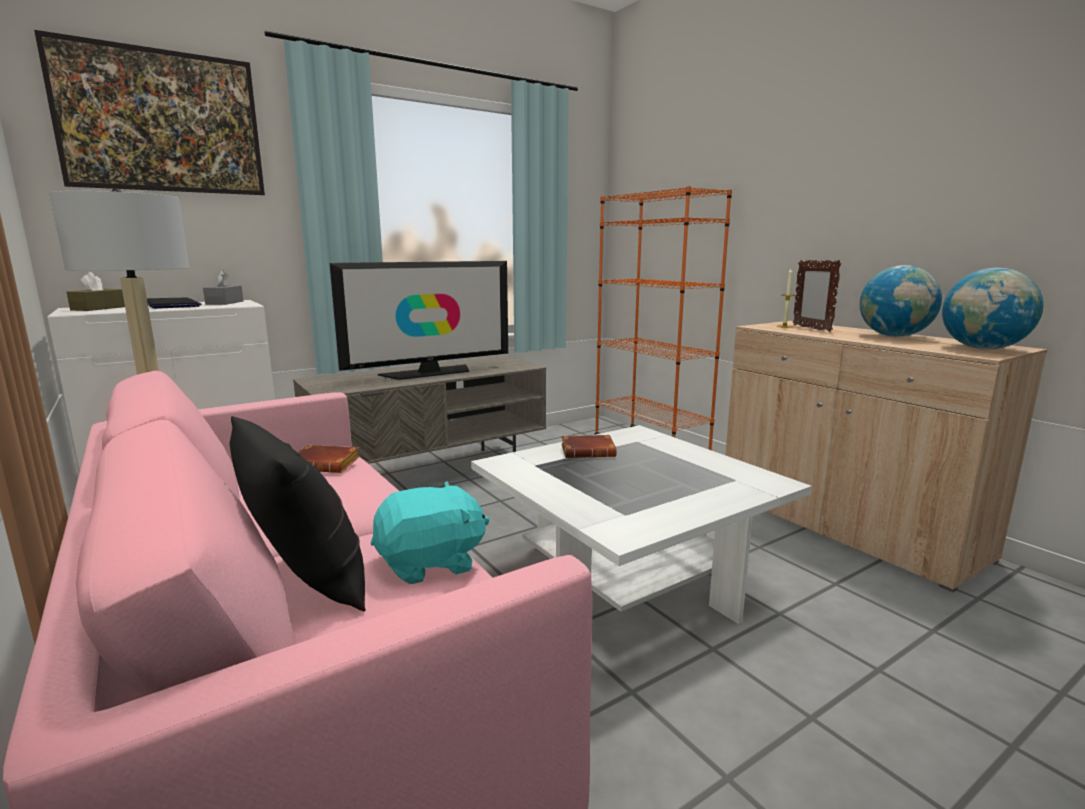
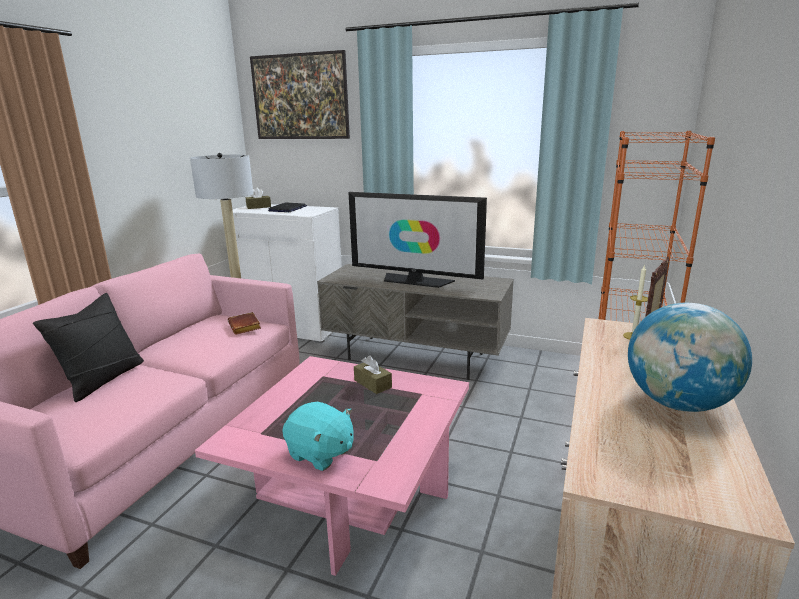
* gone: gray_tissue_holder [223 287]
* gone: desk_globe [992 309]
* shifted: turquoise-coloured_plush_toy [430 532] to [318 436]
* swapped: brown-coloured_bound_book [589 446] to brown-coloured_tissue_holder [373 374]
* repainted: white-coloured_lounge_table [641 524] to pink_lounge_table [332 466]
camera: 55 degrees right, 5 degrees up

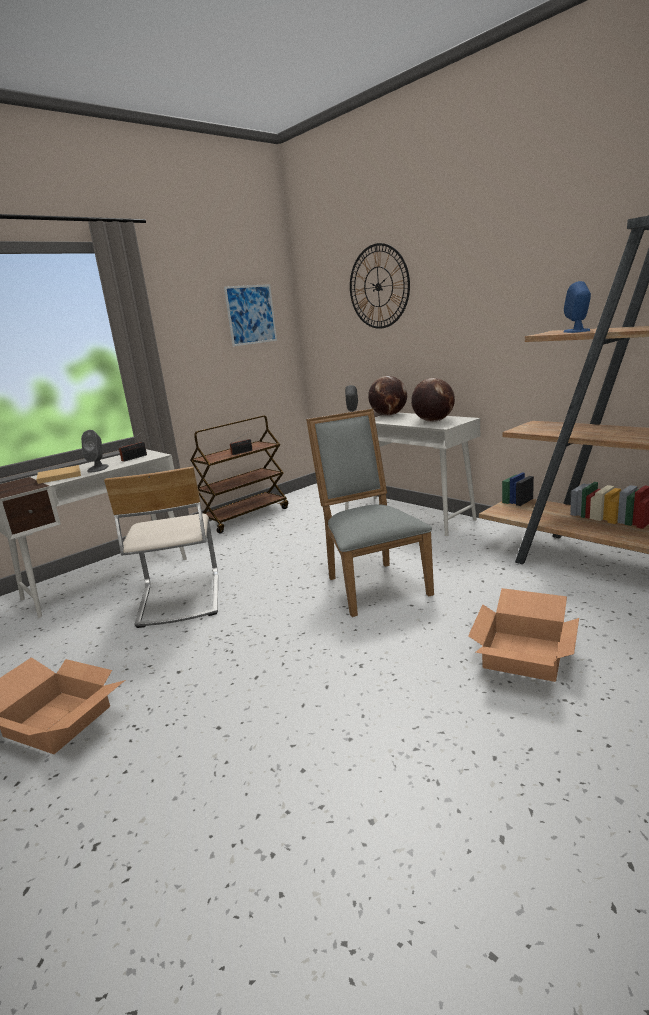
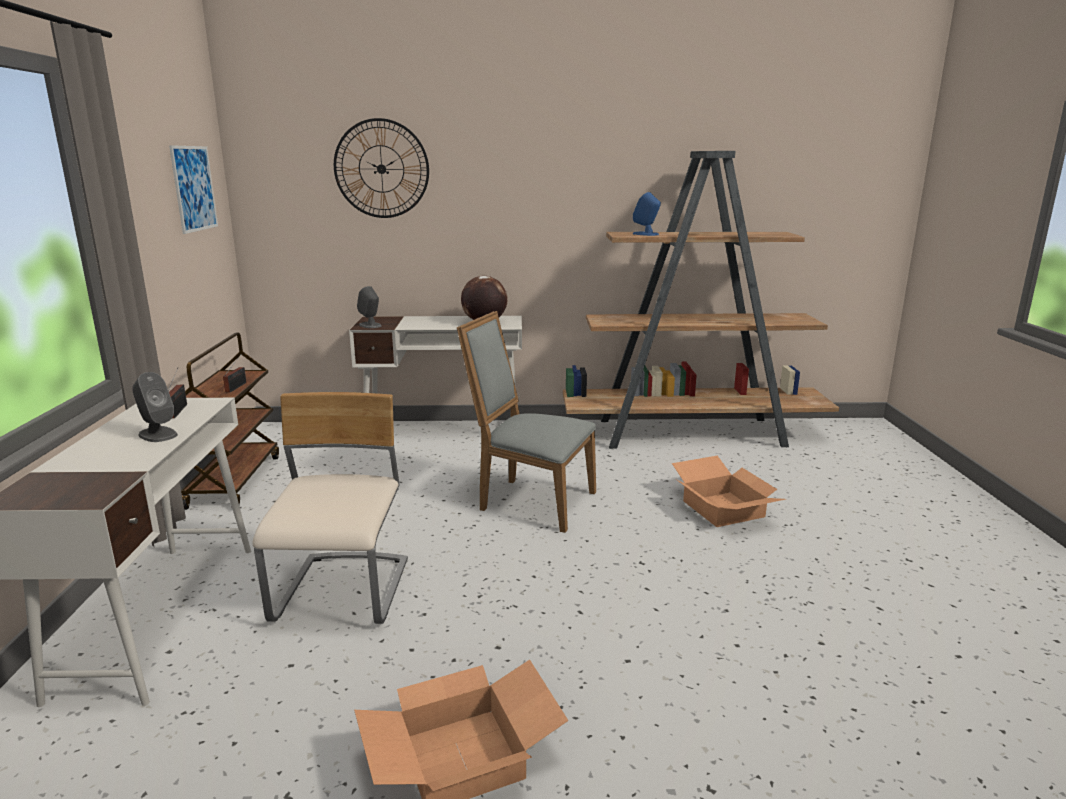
* gone: beige-coloured_bound_book [58 474]
* gone: desk_globe [387 396]
* rotated: beige-coloured_chair [161 547] = [330 508] 120 degrees counterclockwise
camera: 50 degrees left, 0 degrees up

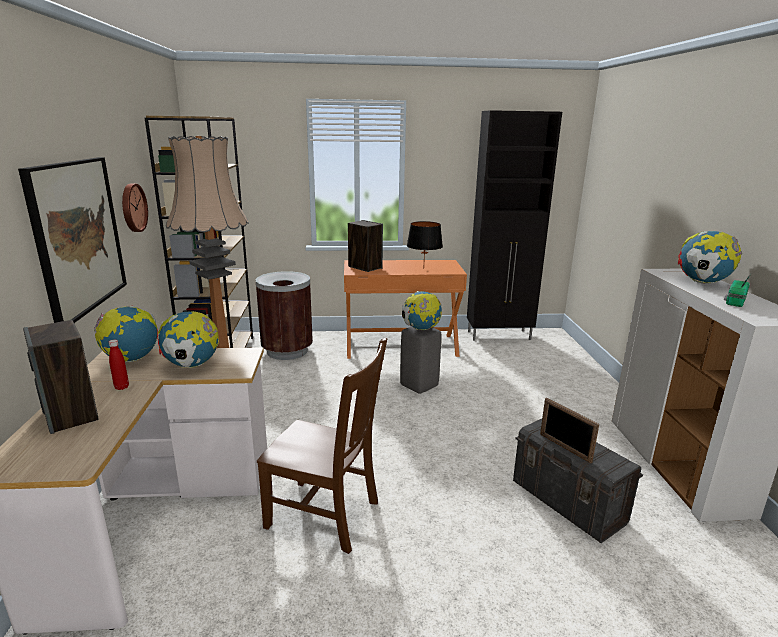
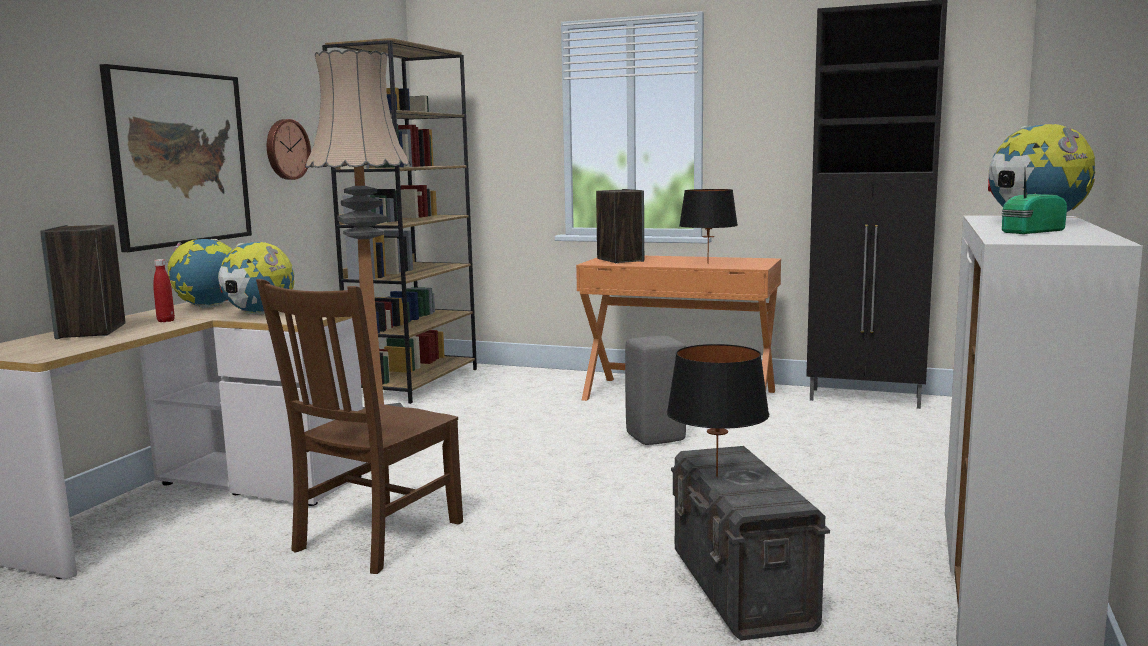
* gone: brown-coloured_waste_bin [284 315]
* gone: desk_globe [422 310]
* swapped: picture_frame [569 430] to blackish_lamp_for_a_table [718 410]
* rotated: brown-coloured_chair [322 446] = [359 426] 75 degrees clockwise
camera: 25 degrees right, 10 degrees down

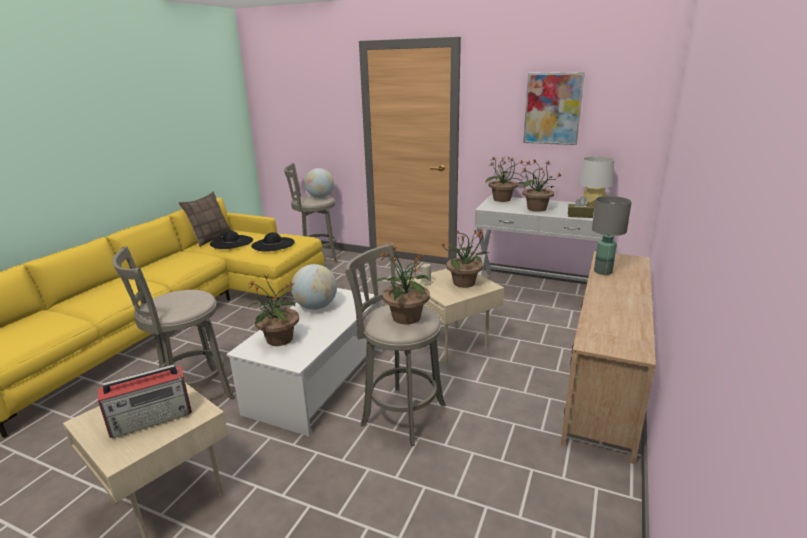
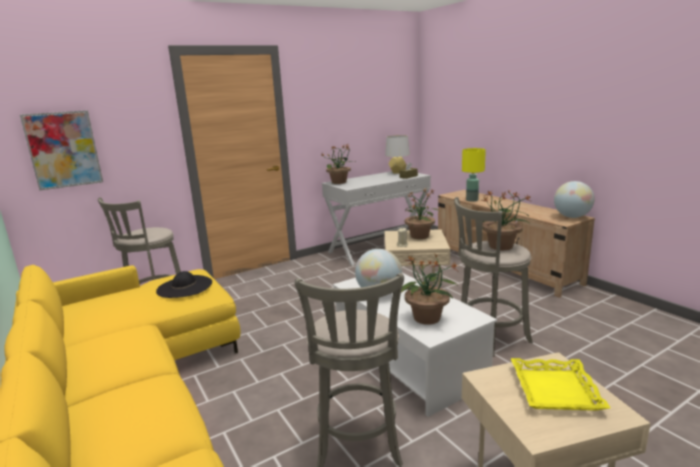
* gone: throw_pillow [205 219]
* gone: blackish_clothing_hat [231 240]
* gone: plant_in_a_pot [538 185]
* shifted: desk_globe [319 183] to [574 199]
* shifted: wall_art [554 108] to [61 150]
* swapped: radio_receiver [145 401] to yellowish_serving_tray [560 384]
* repainted: gray_lamp_for_a_table [612 235] to yellowish_lamp_for_a_table [474 175]
camera: 55 degrees left, 5 degrees down

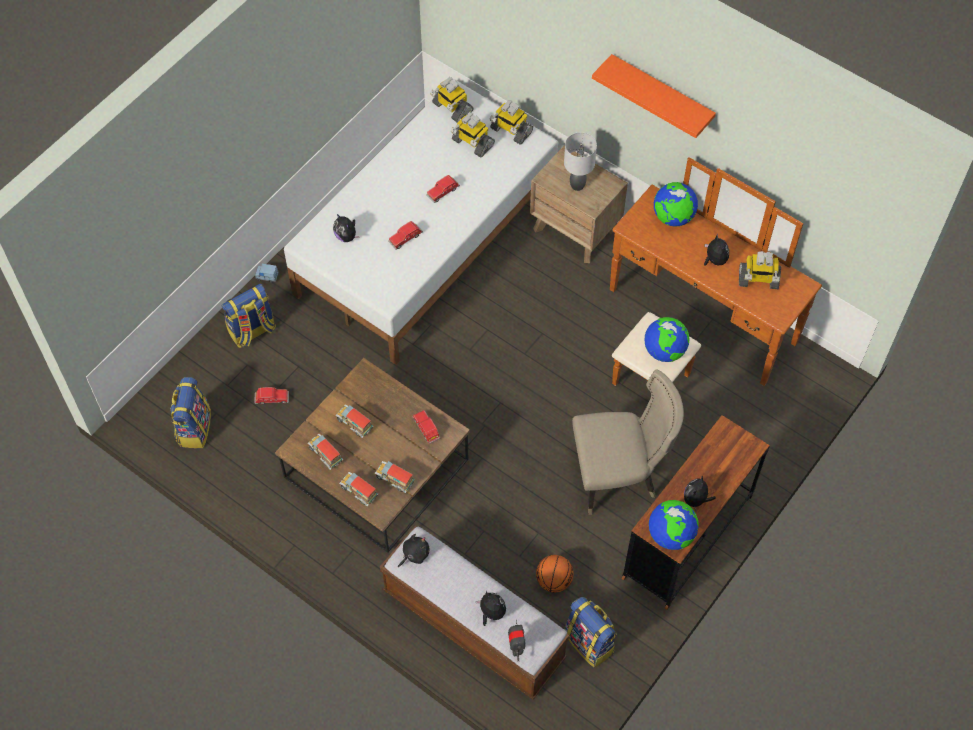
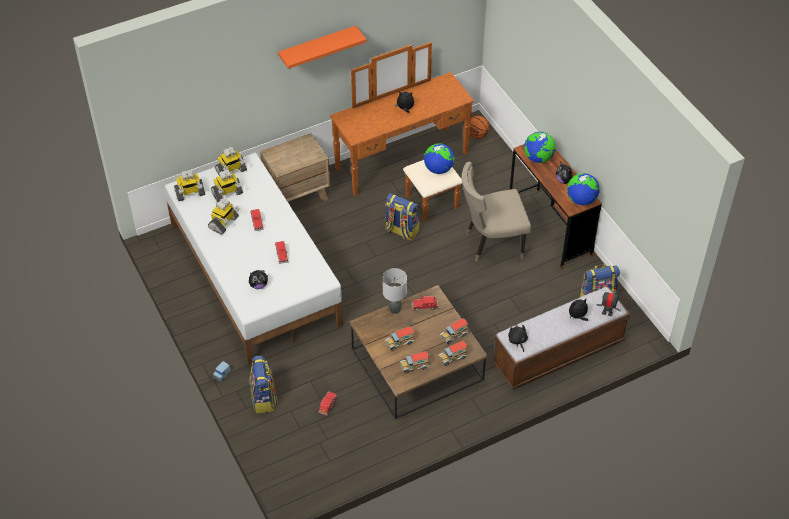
* shifted: knapsack [191 412] to [402 217]
* shifted: ball_for_basketball [555 574] to [479 127]
* shifted: gray_lamp_for_a_table [580 161] to [395 291]
* shifted: desk_globe [676 204] to [540 147]
* shifted: robot_figure [760 270] to [223 216]
* rotated: beige-coloured_chair [628 442] = [496 212] 120 degrees counterclockwise
camera: 65 degrees left, 10 degrees down

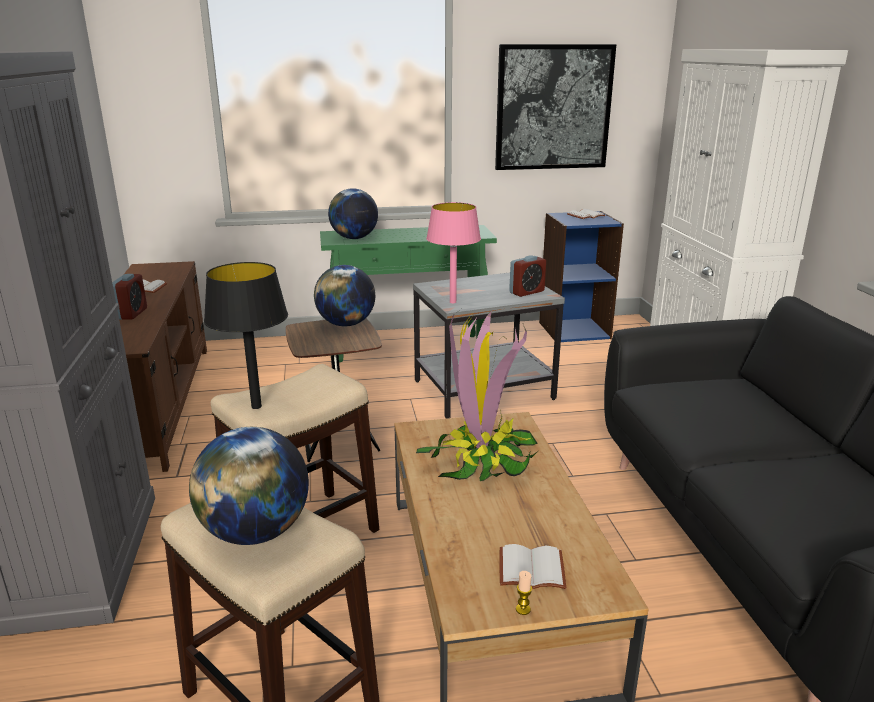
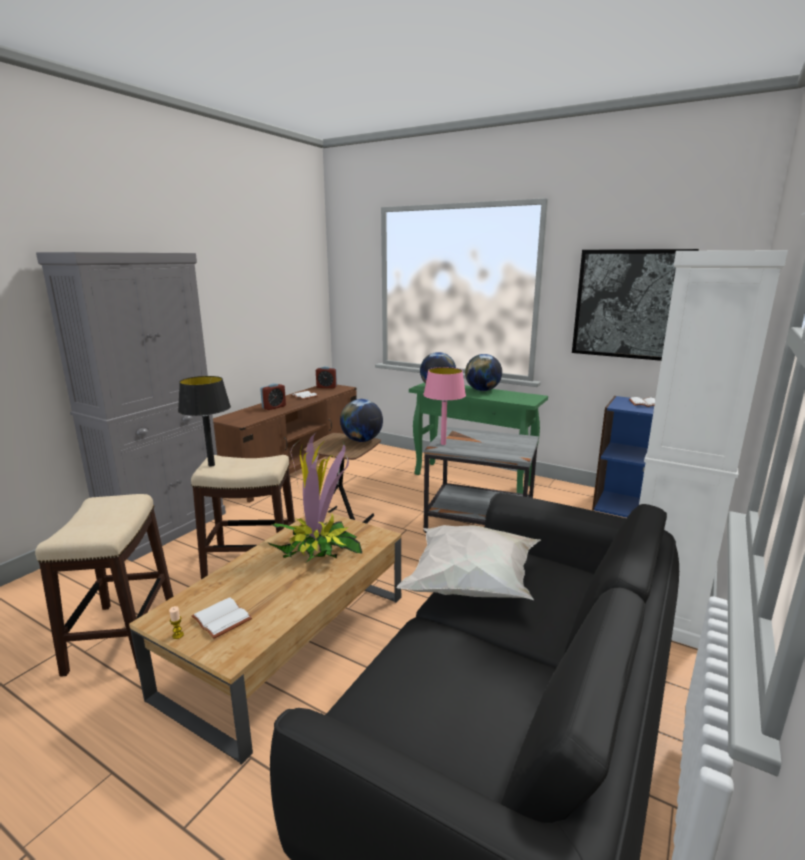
* new: white-coloured_throw_pillow [468 562]
* shifted: desk_globe [249 486] to [483 372]
* shifted: alarm_clock [527 276] to [326 377]
camera: 40 degrees right, 5 degrees down

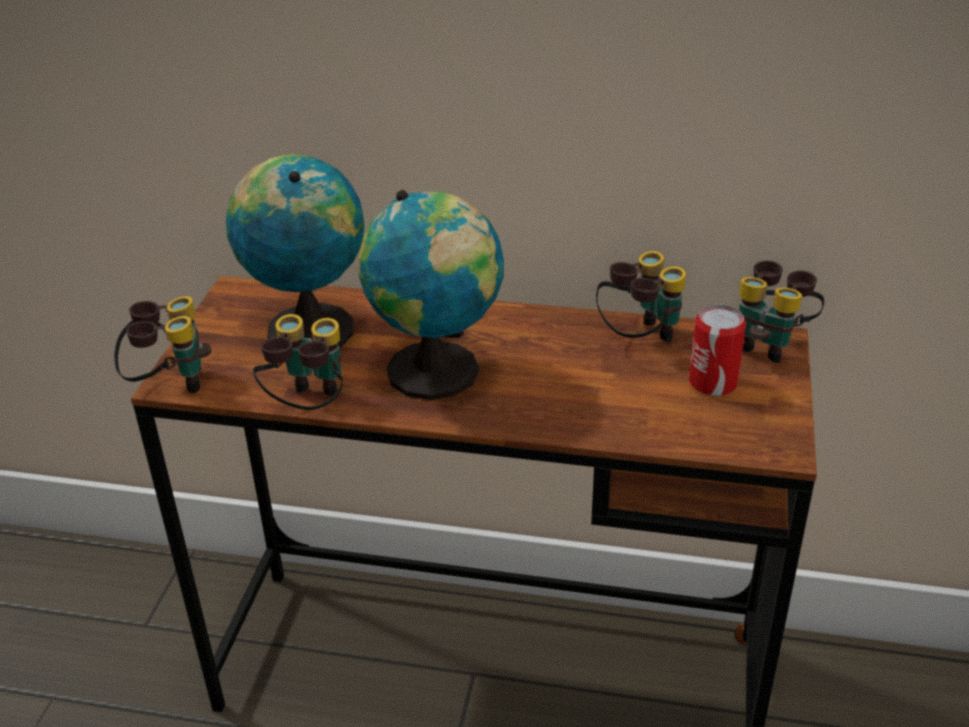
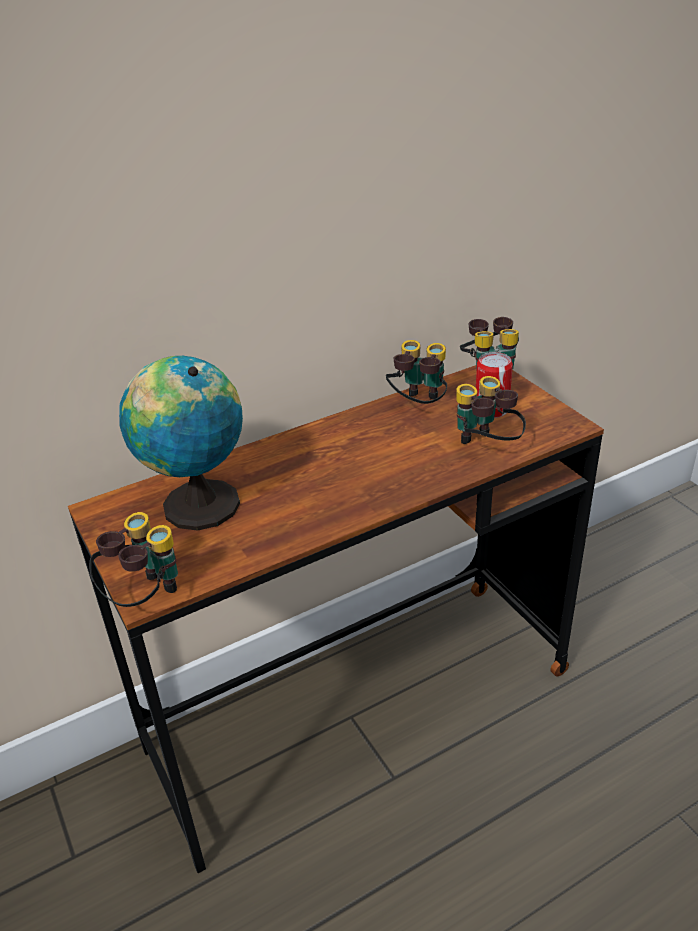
* gone: desk_globe [431 295]
* shifted: pair_of_binoculars [298 362] to [491 410]
camera: 40 degrees left, 0 degrees up

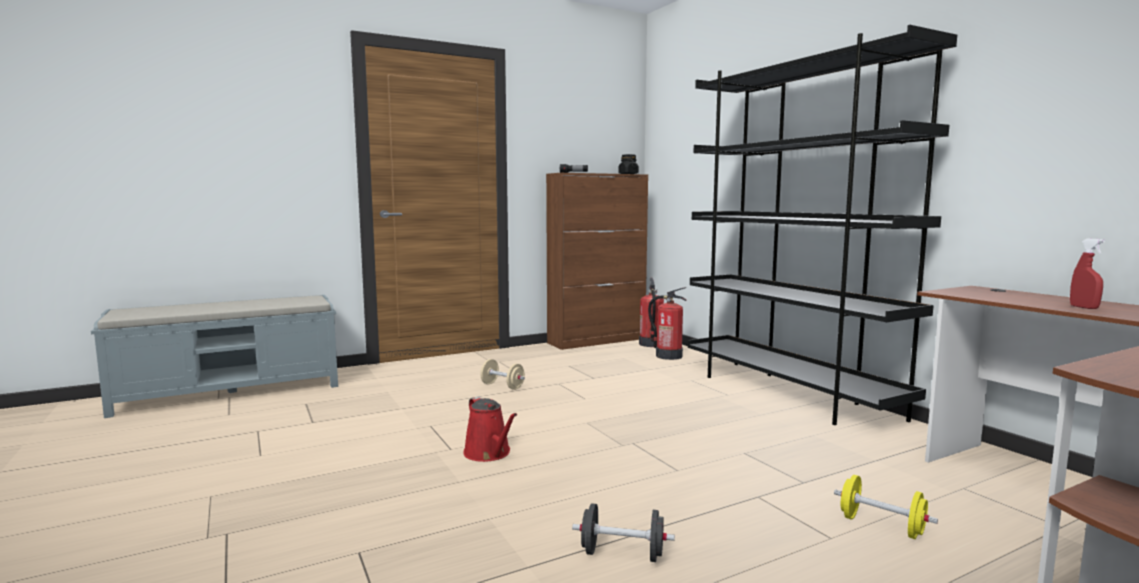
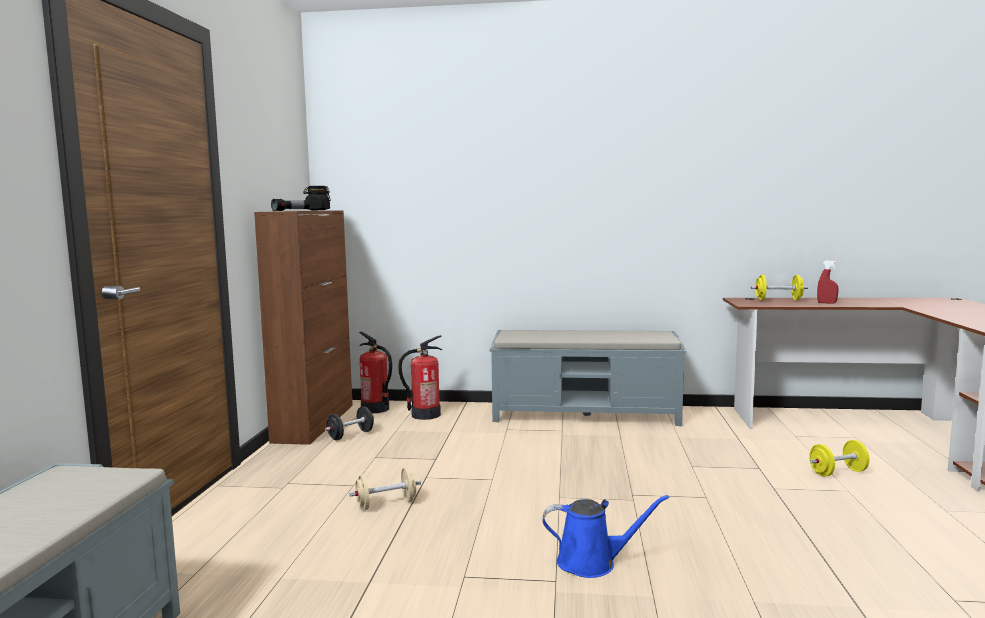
* new: yellowish_free_weight [779 287]
* shifted: blackish_free_weight [623 532] to [349 423]
* swapped: blackish_bookshelf [822 225] to gray_bench [588 378]
* repainted: reddish_watering_pot [490 429] to bluish_watering_pot [606 536]
camera: 55 degrees left, 0 degrees up

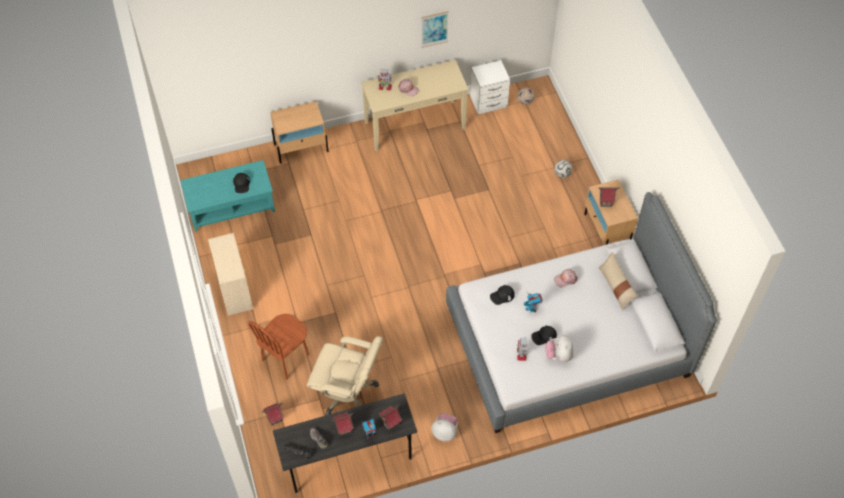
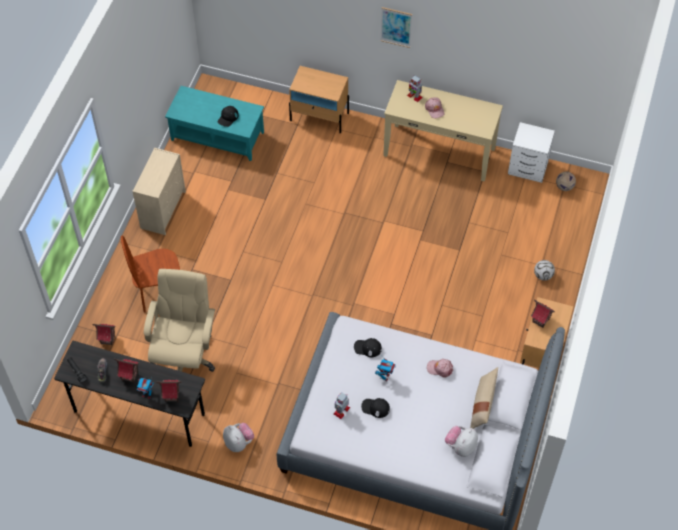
* shifted: wall_art [435 29] to [396 27]
* shifted: plush_toy [559 348] to [461 441]
* rotated: beige-coloured_computer_chair [345 375] = [179 320] 135 degrees counterclockwise
camera: 35 degrees right, 0 degrees up

